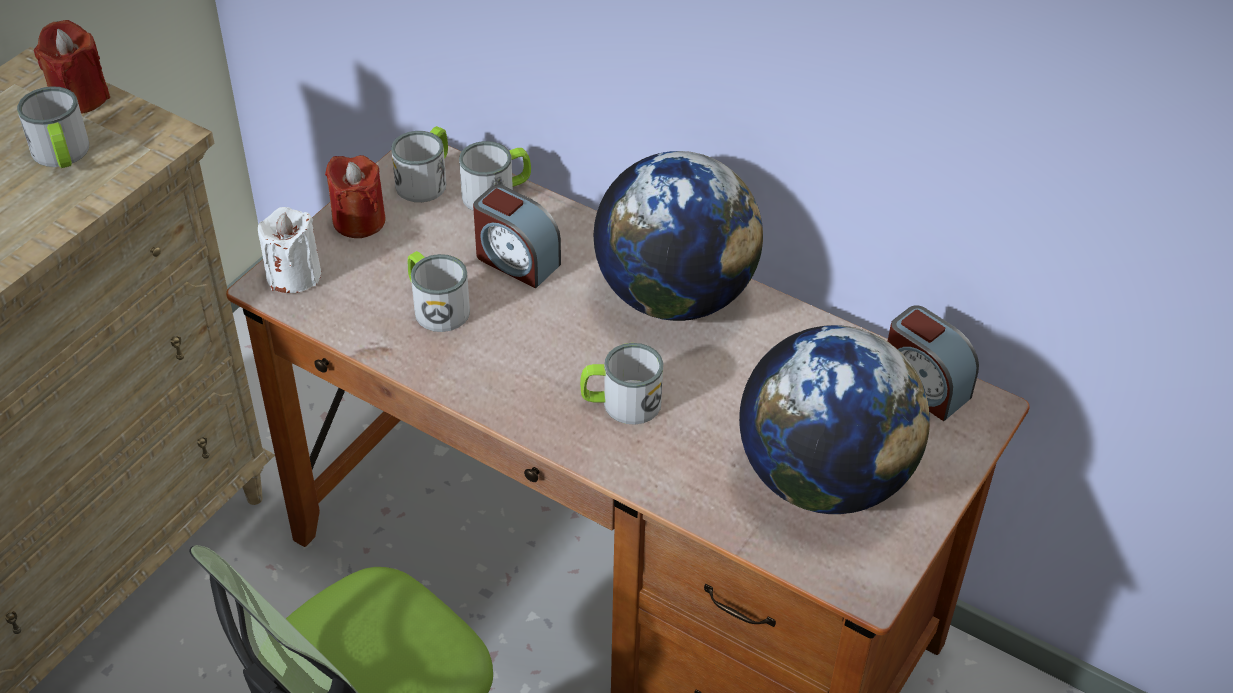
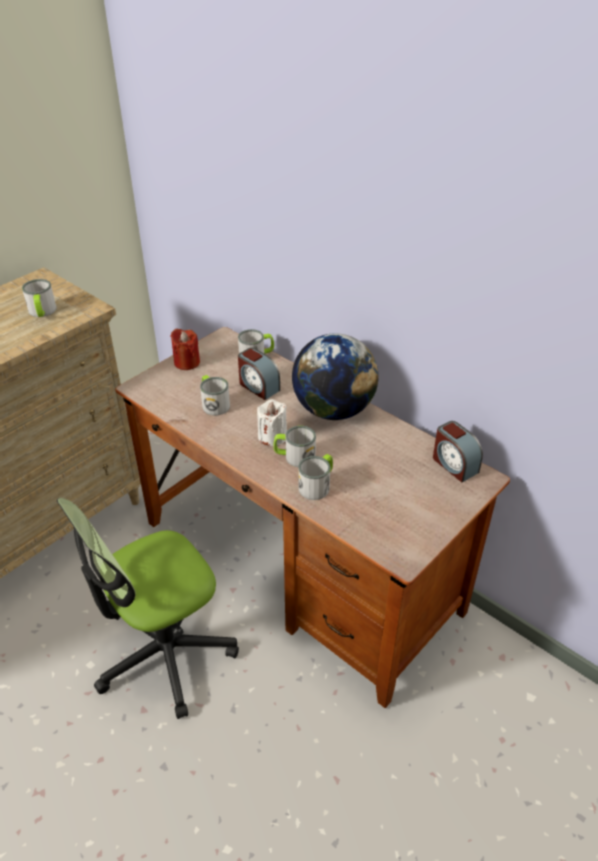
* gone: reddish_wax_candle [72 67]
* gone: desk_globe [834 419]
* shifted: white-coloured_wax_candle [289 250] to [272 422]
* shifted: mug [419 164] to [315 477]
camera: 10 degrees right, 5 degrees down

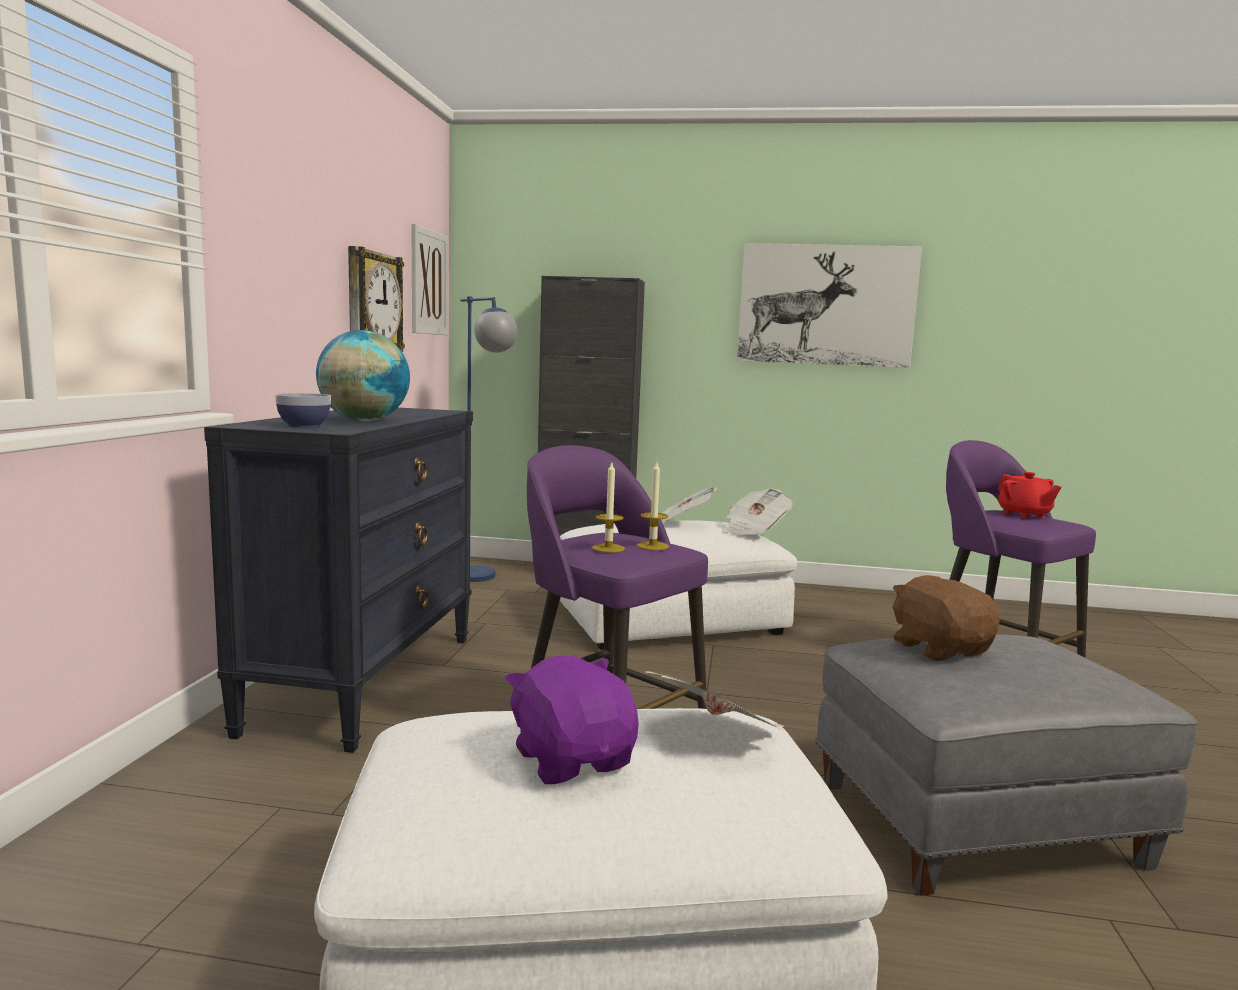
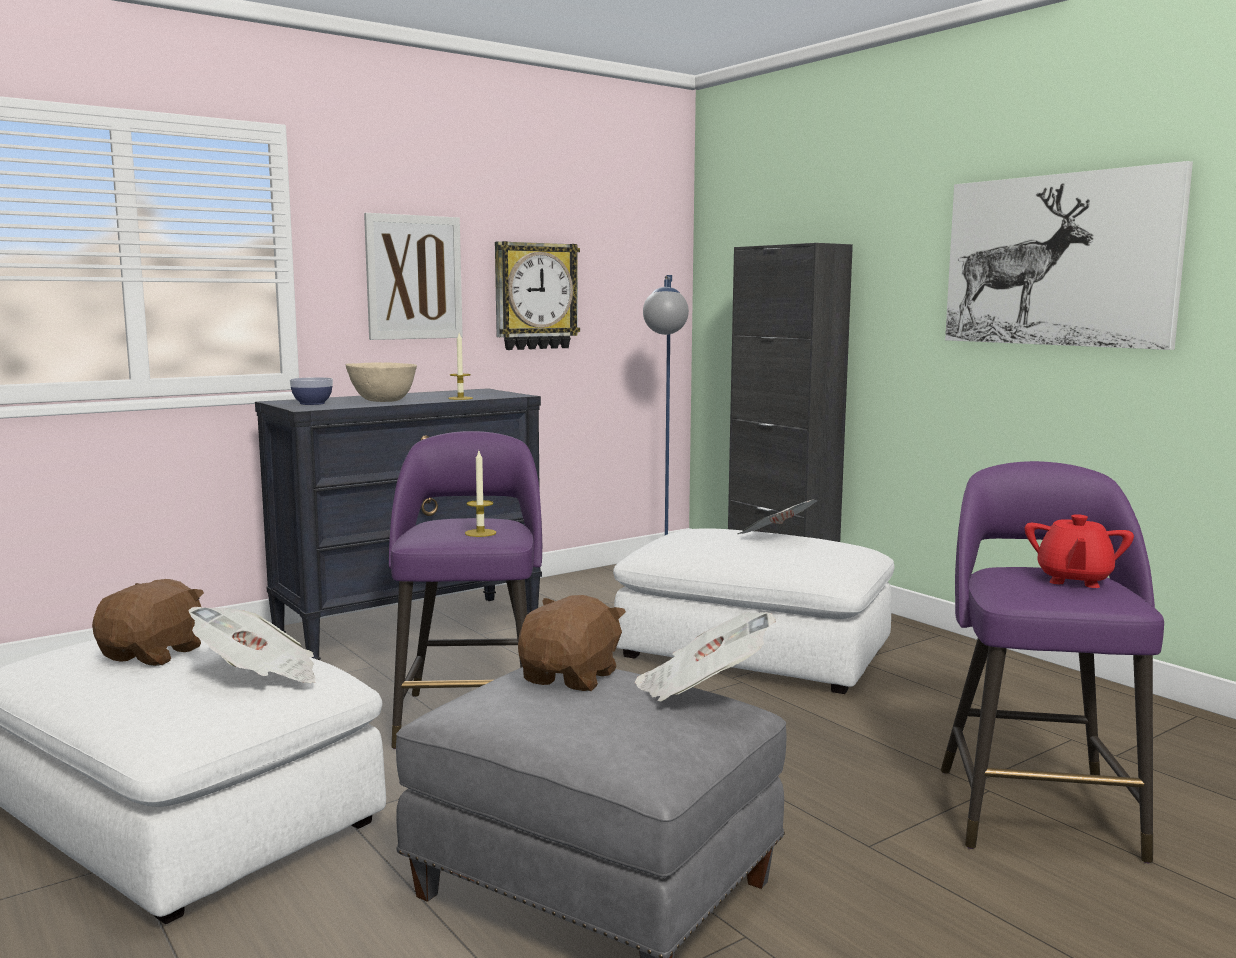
* shifted: wall_art [429 279] to [413 276]
* shifted: wax_candle [608 508] to [460 366]
* shifted: newspaper [758 511] to [705 656]
* swapped: desk_globe [363 375] to beige-coloured_deep_dish [381 382]
* repainted: purplish_plush_toy [572 720] to brown-coloured_plush_toy [148 622]
camera: 45 degrees right, 0 degrees up

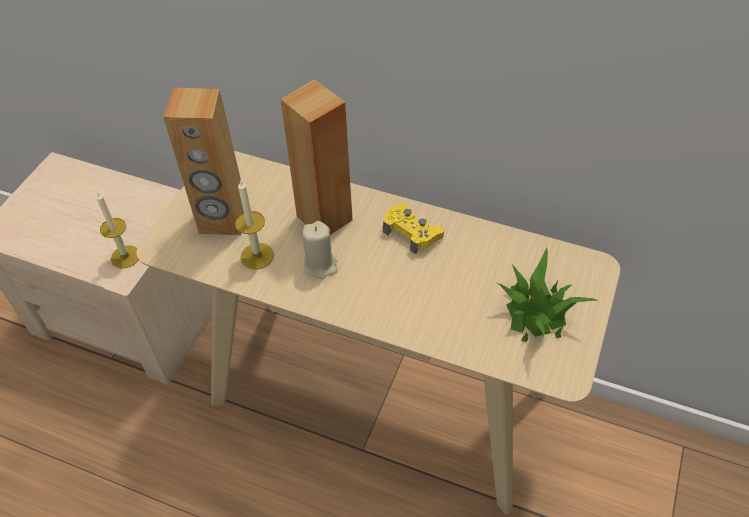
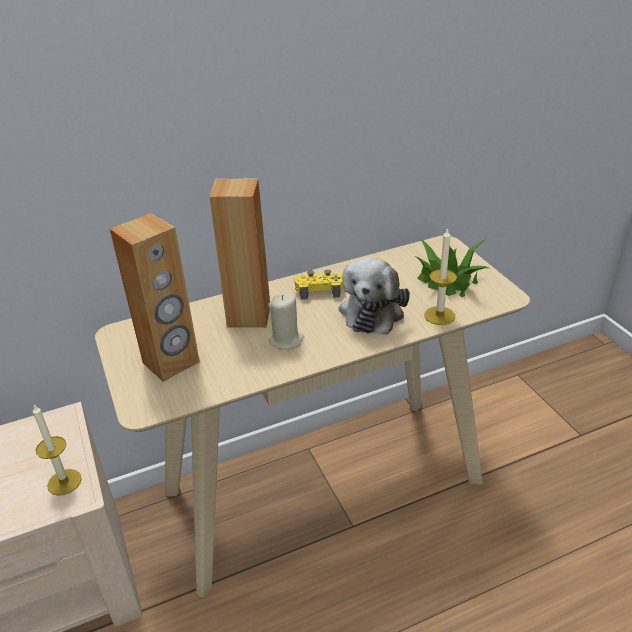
* new: plush_toy [374 296]
* shifted: wax_candle [254 224] to [440 276]
camera: 45 degrees left, 15 degrees down

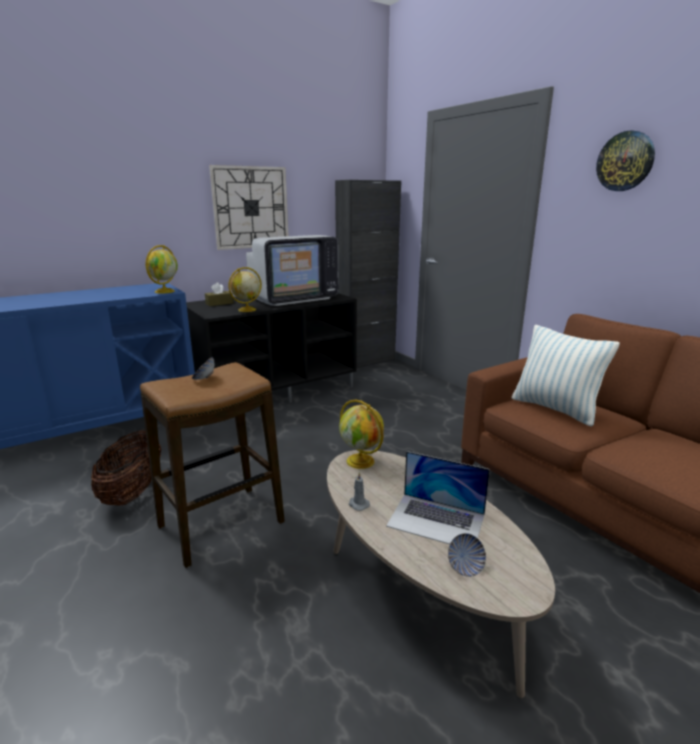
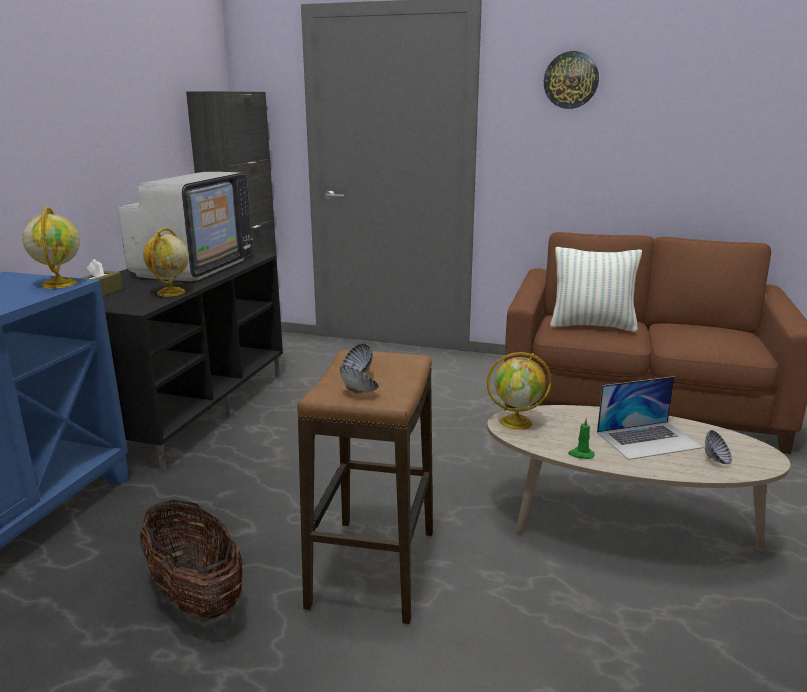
* gone: wall_clock [248 207]
* new: deep_dish [359 379]
* repainted: gray_wax_candle [359 491] to green_wax_candle [581 439]
camera: 40 degrees left, 0 degrees up

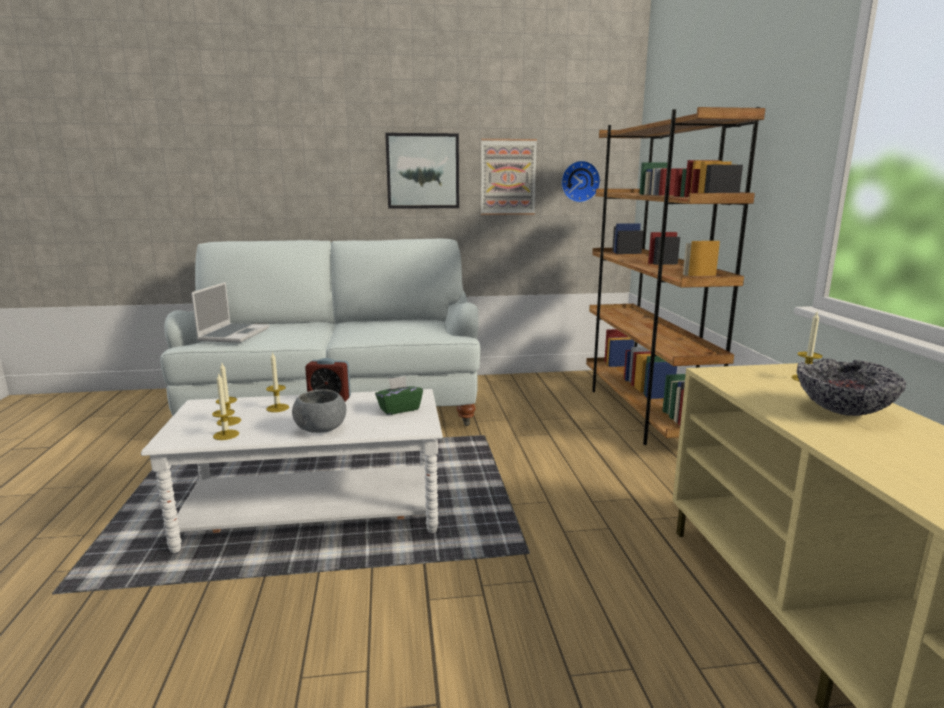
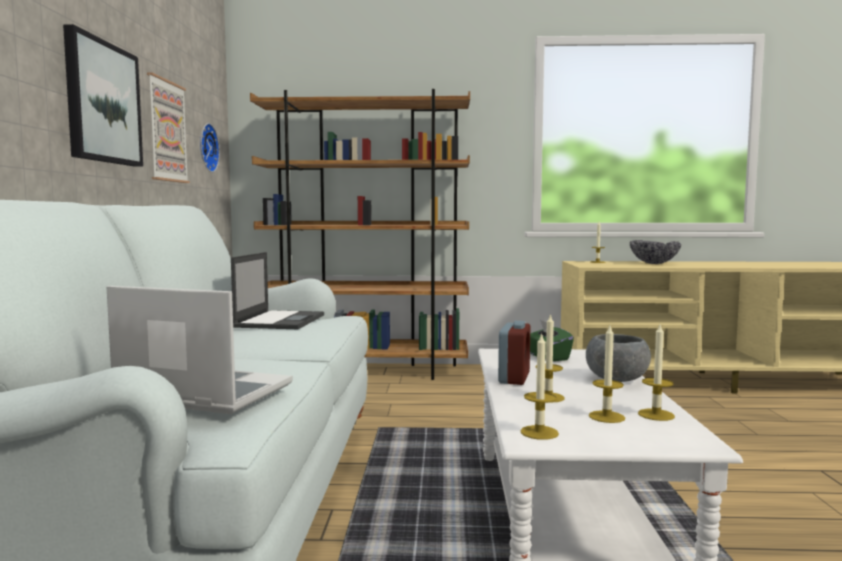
* new: portable_computer [277 290]
* new: wax_candle [539 386]
camera: 80 degrees left, 10 degrees down

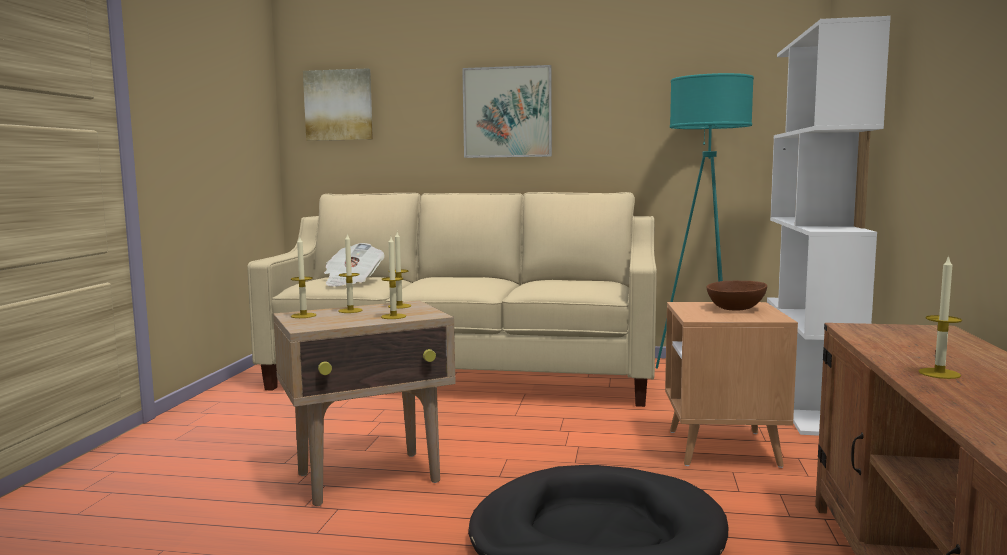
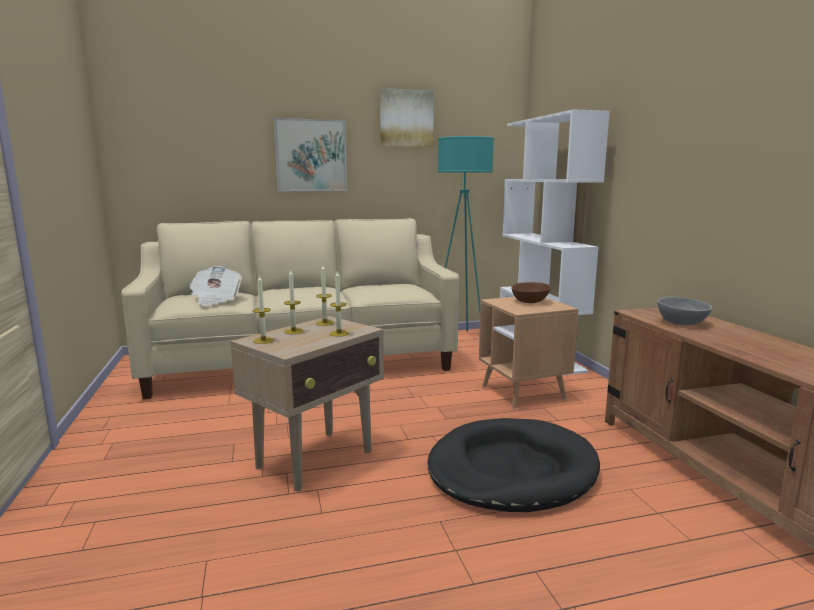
* gone: wax_candle [940 317]
* new: gray_deep_dish [685 311]
* shifted: wall_art [338 104] to [407 117]
camera: 25 degrees left, 5 degrees up

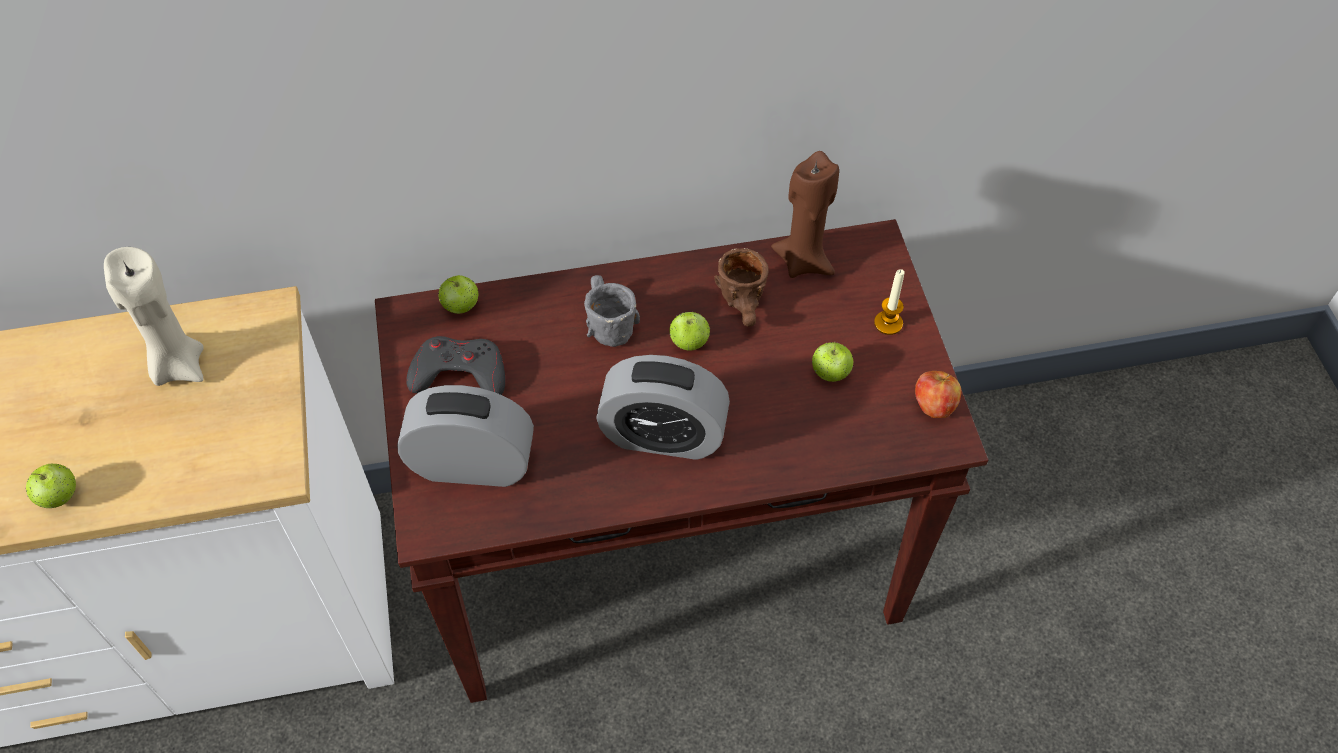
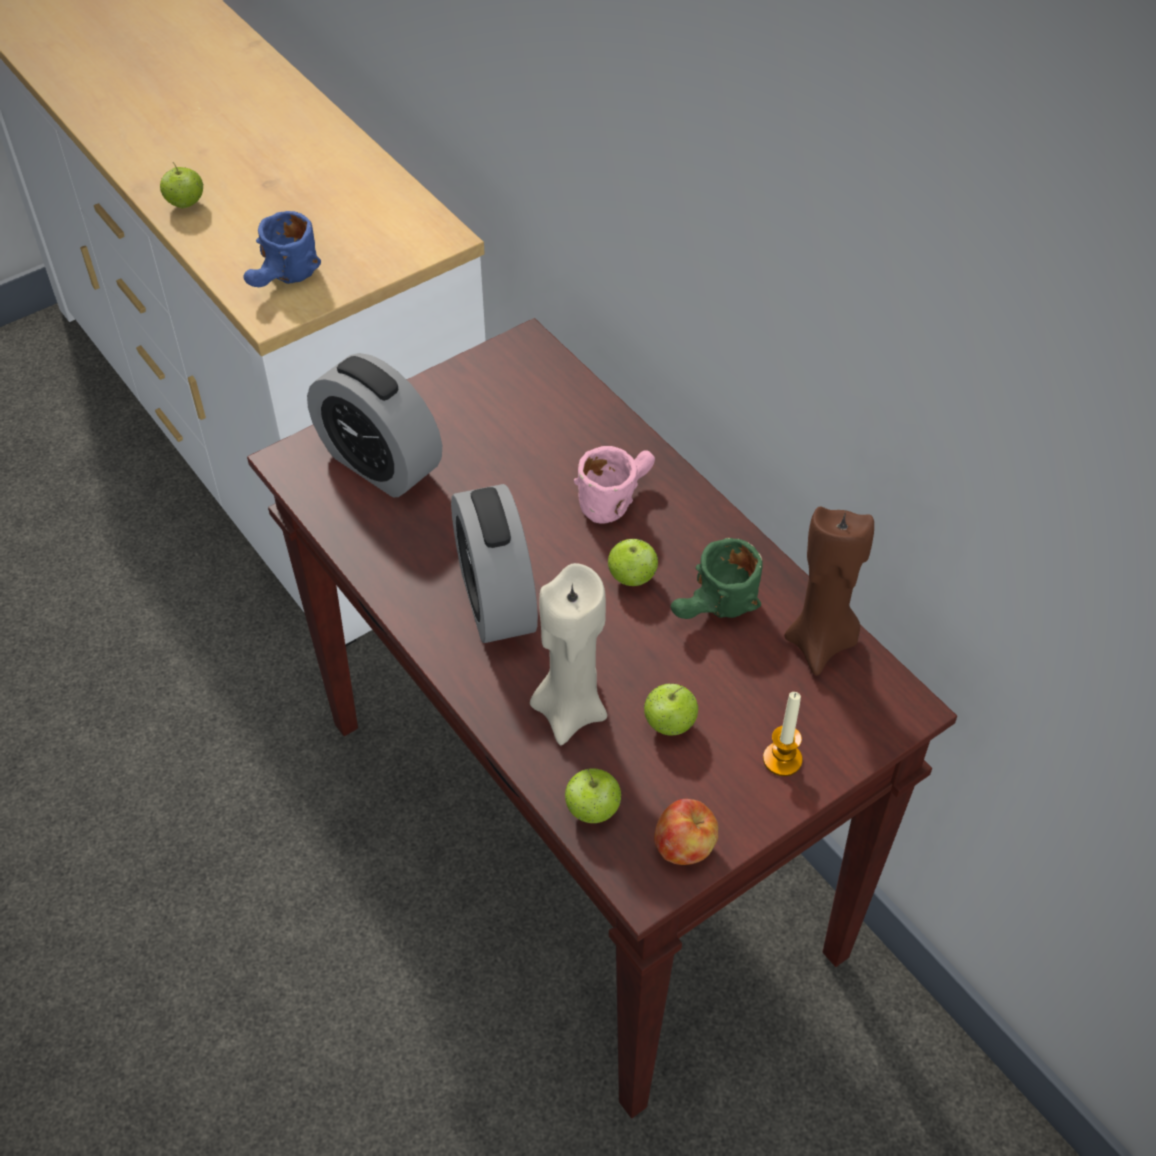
* gone: gray_gamepad [455 365]
* new: bluish_mug [282 249]
* shifted: beige-coloured_wax_candle [154 316] to [568 654]
* shifted: apple_fruit [458 294] to [593 795]
* repainted: gray_mug [612 311] to pink_mug [614 485]
* repainted: brown-coloured_mug [742 287] to green_mug [717 578]
* rotated: alarm_clock [465 436] = [374 425] 150 degrees clockwise
camera: 65 degrees right, 5 degrees down

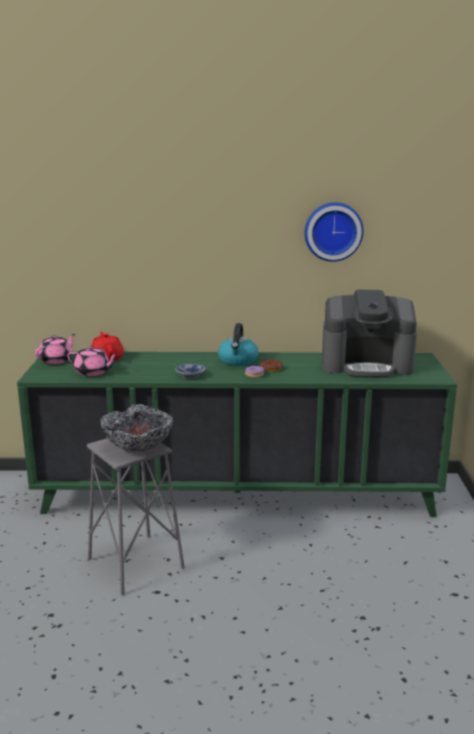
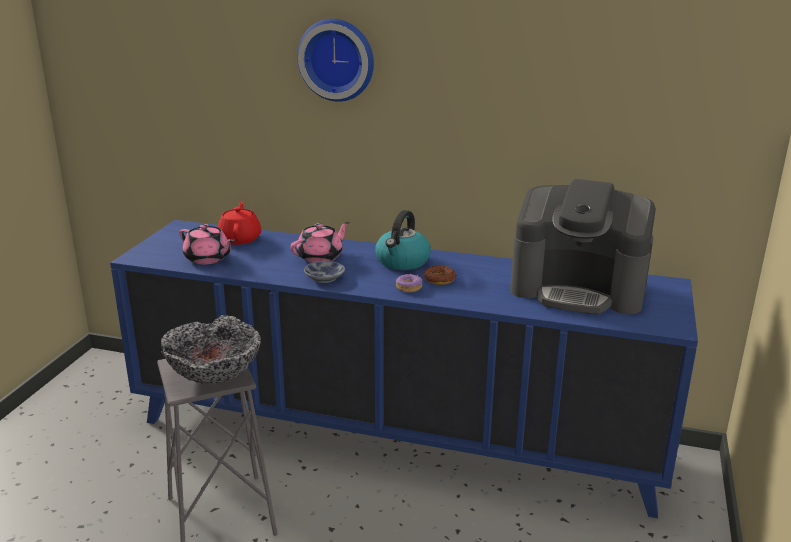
* shifted: pink_tea_pot [55 349] to [320 242]
* shifted: wall_clock [334 232] to [335 60]
* repainted: green_cupboard [237 434] to bluish_cupboard [404 369]
camera: 15 degrees right, 5 degrees up

